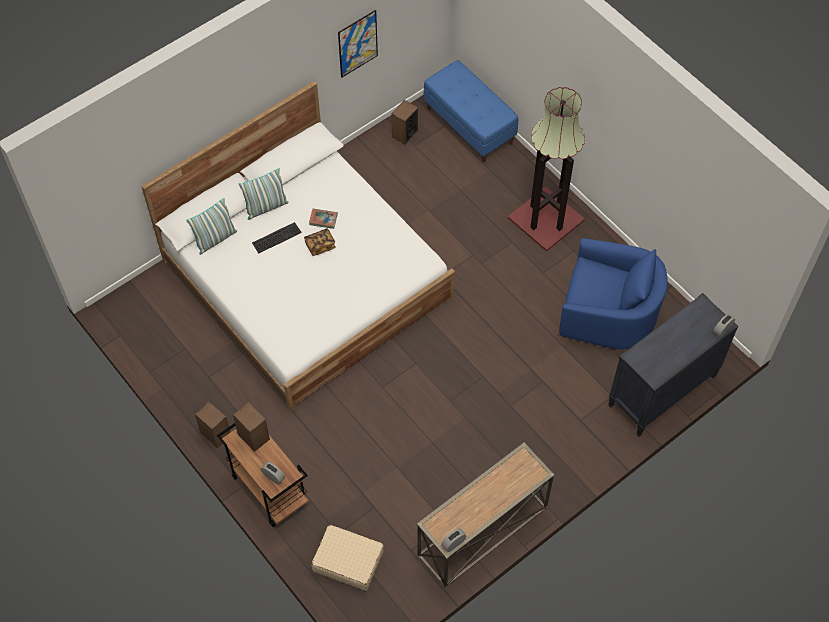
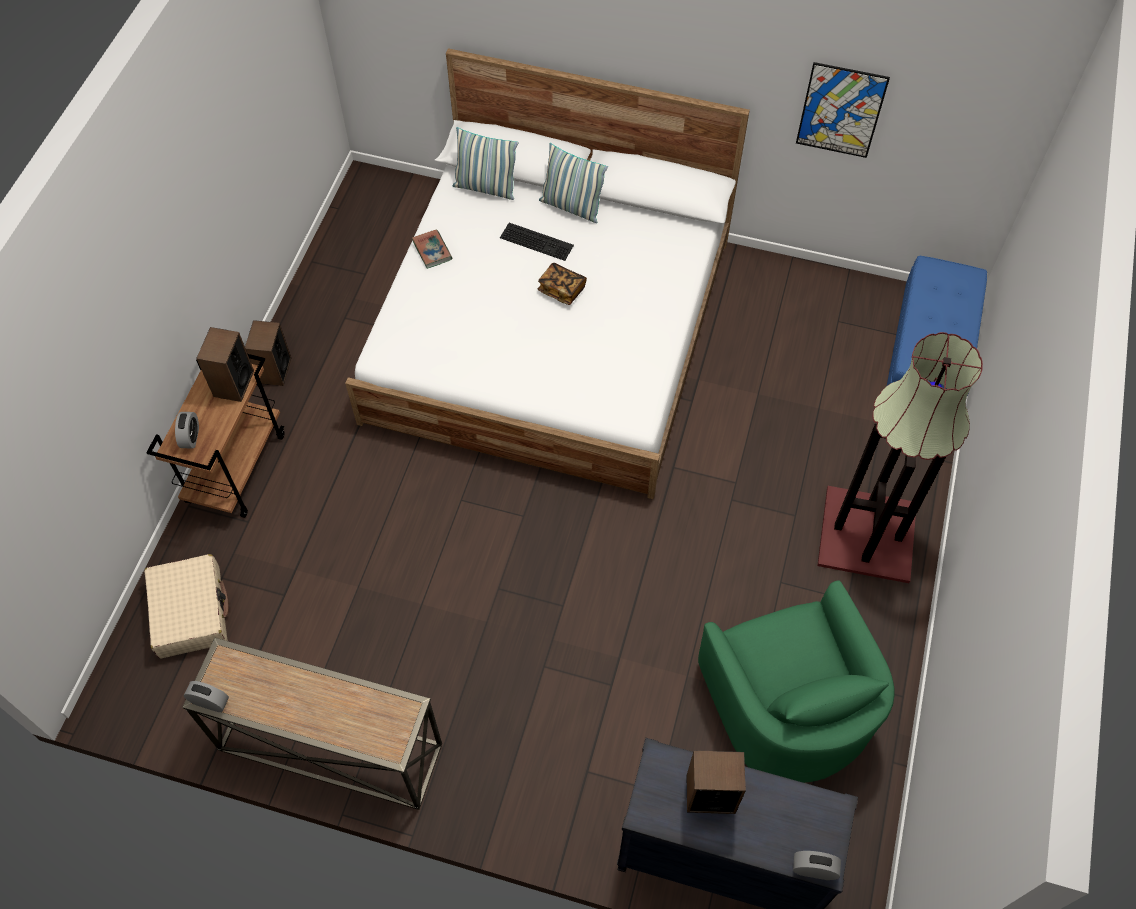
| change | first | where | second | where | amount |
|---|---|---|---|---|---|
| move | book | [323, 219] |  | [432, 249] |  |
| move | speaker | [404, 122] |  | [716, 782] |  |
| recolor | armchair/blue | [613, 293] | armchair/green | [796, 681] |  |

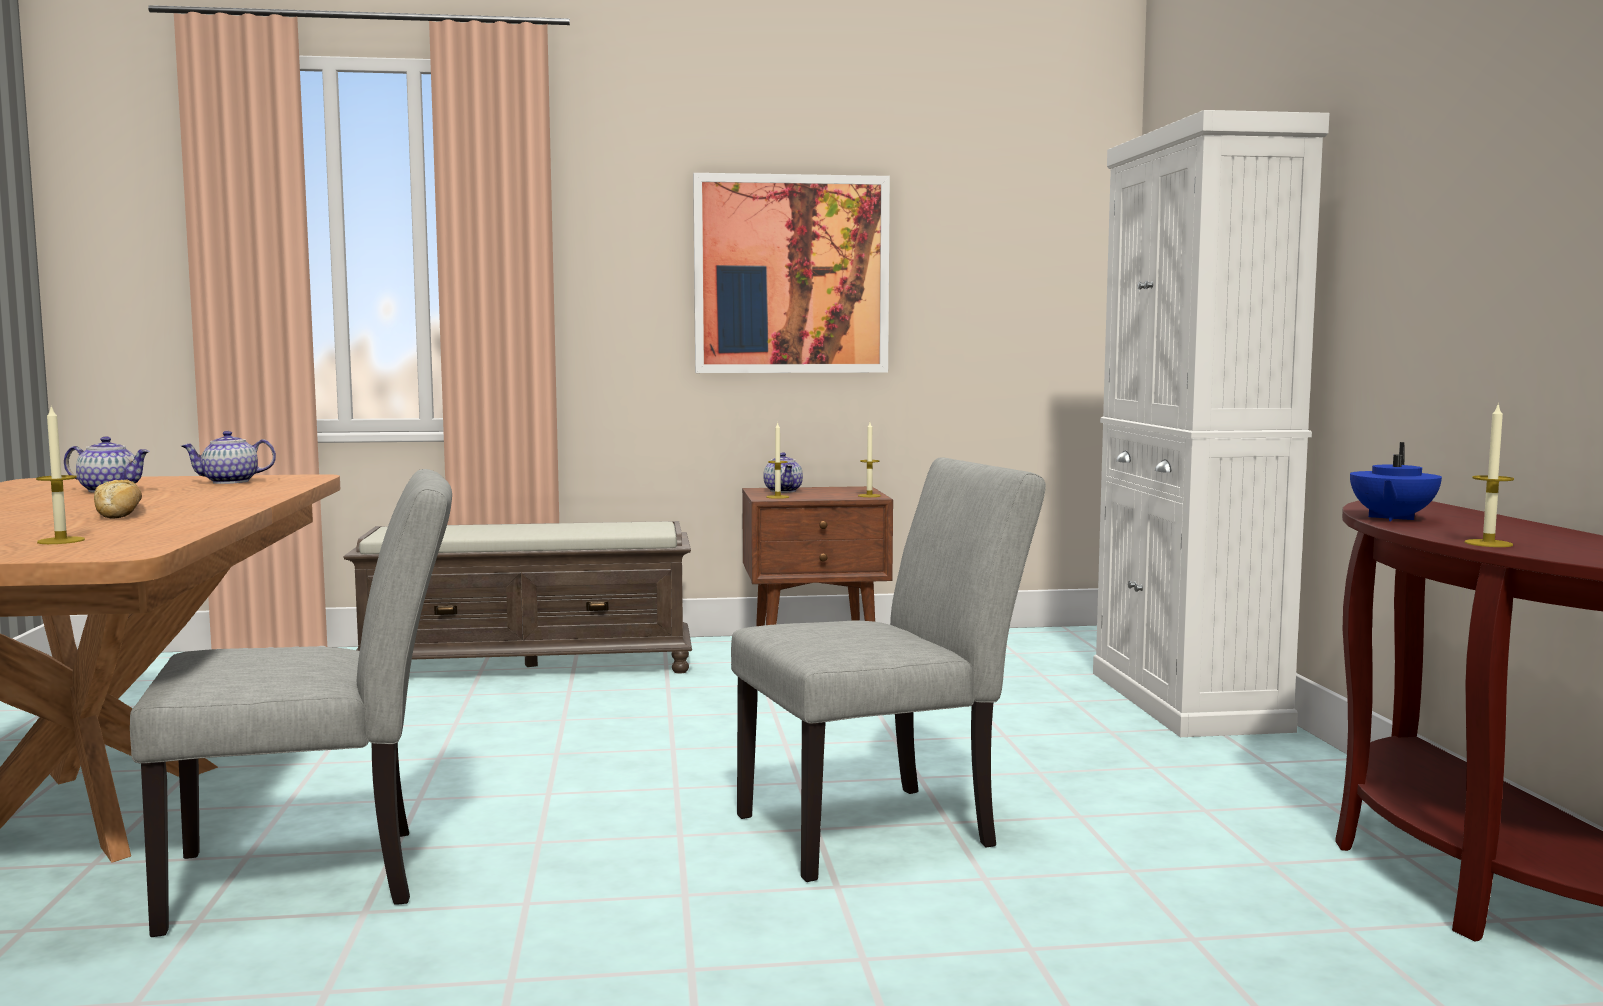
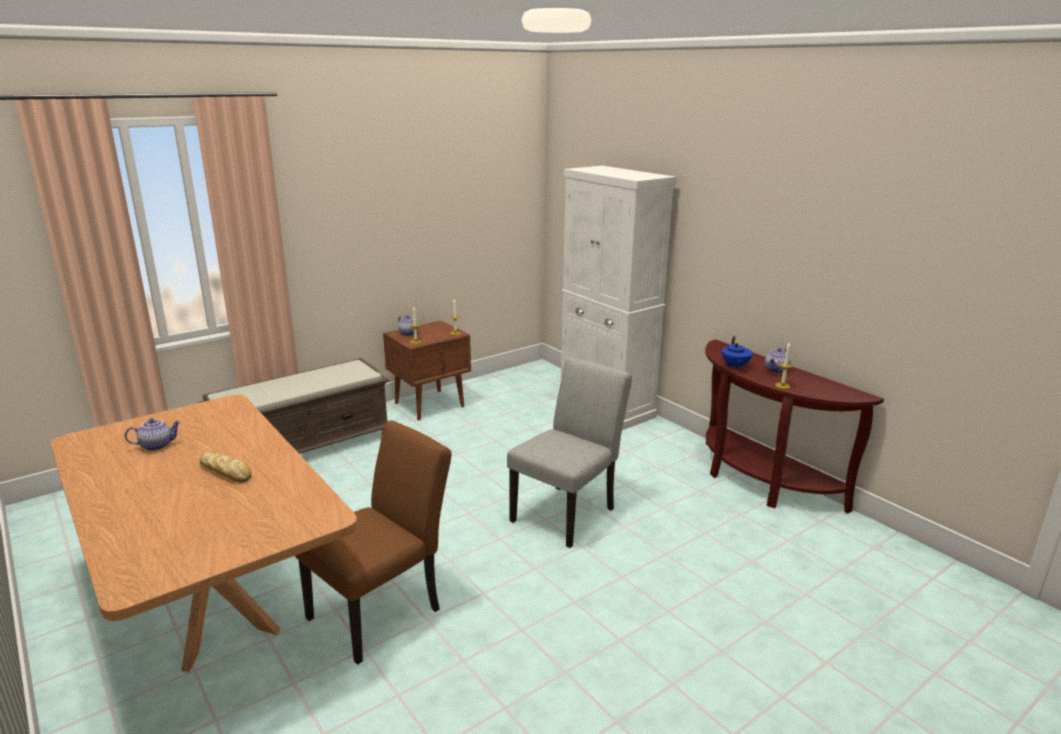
| change | first | where | second | where | amount |
|---|---|---|---|---|---|
| delete | candle | [60, 475] |  |  |  |
| recolor | chair/grey | [291, 703] | chair/brown | [373, 542] |  |
| move | teapot | [228, 457] |  | [778, 361] |  |
| delete | picture | [791, 273] |  |  |  |

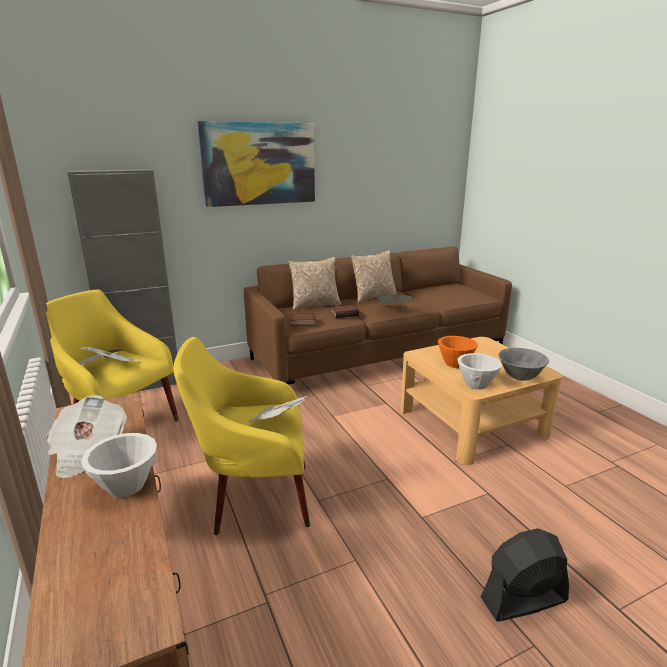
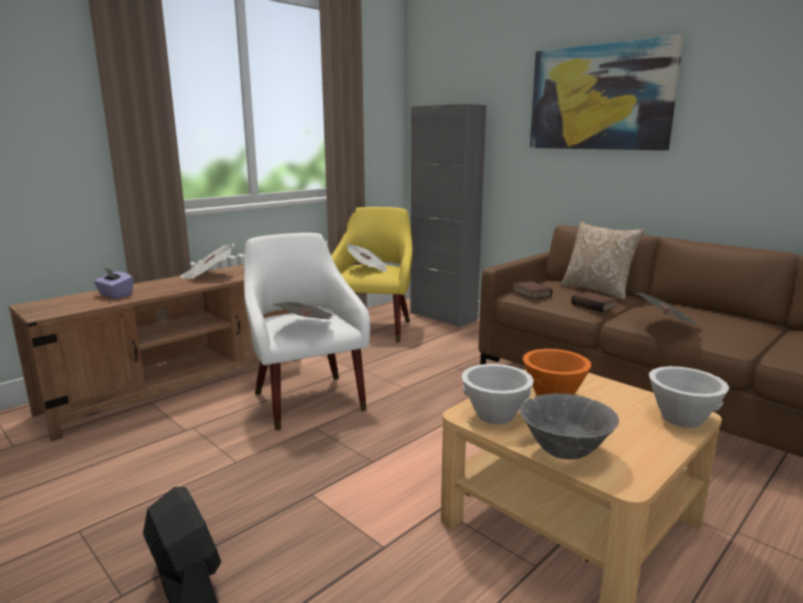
| change | first | where | second | where | amount |
|---|---|---|---|---|---|
| move | bowl/white | [119, 465] |  | [689, 397] |  |
| recolor | armchair/yellow | [241, 436] | armchair/white | [307, 331] |  |
| delete | pillow | [374, 276] |  |  |  |
| insert |  |  | tissue box/purple | [113, 283] |  |

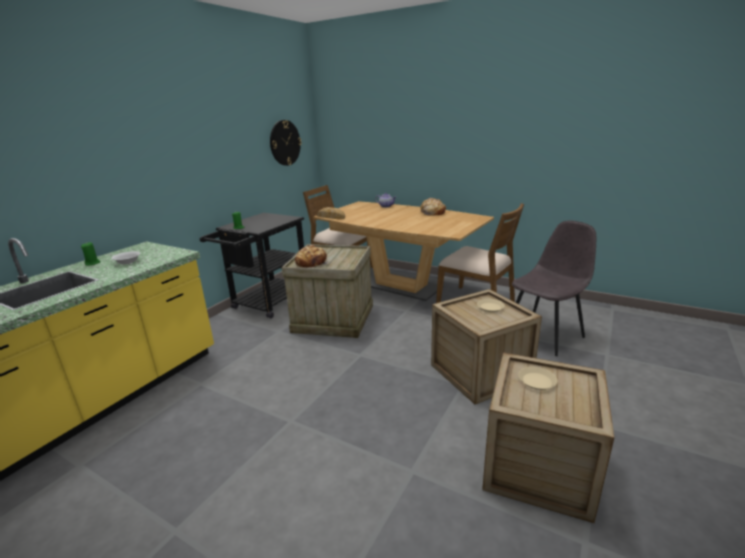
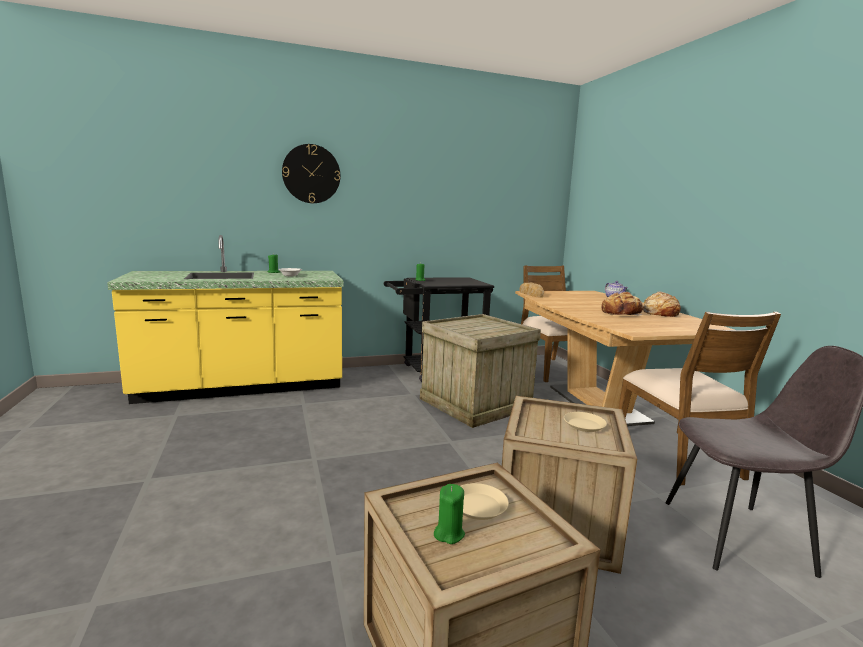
| change | first | where | second | where | amount |
|---|---|---|---|---|---|
| move | wall clock | [286, 143] |  | [311, 173] |  |
| move | bread | [312, 256] |  | [622, 304] |  |
| insert |  |  | candle/green | [449, 514] |  |

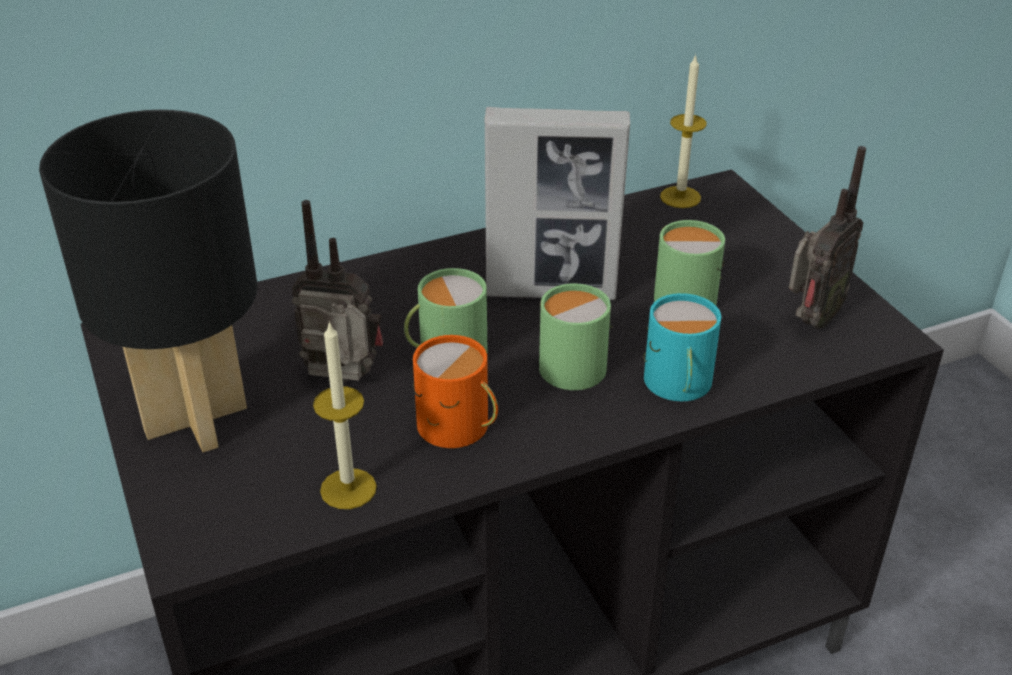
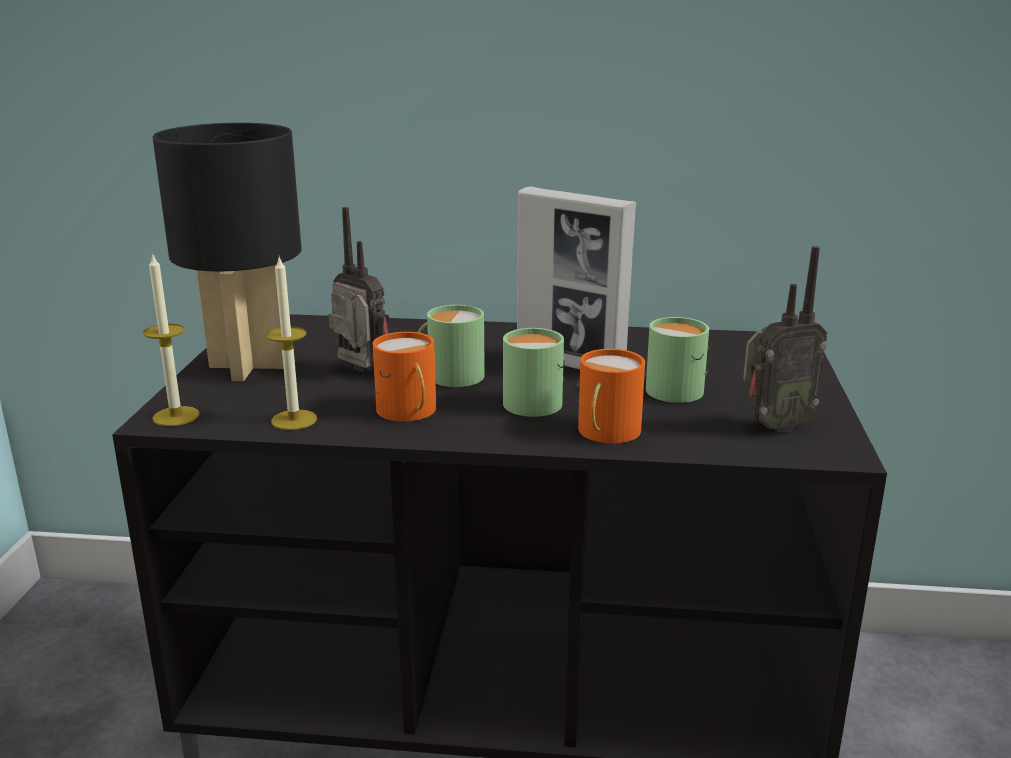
| change | first | where | second | where | amount |
|---|---|---|---|---|---|
| recolor | mug/turquoise | [682, 347] | mug/orange | [611, 396] |  |
| move | candle | [683, 131] |  | [171, 339] |  |

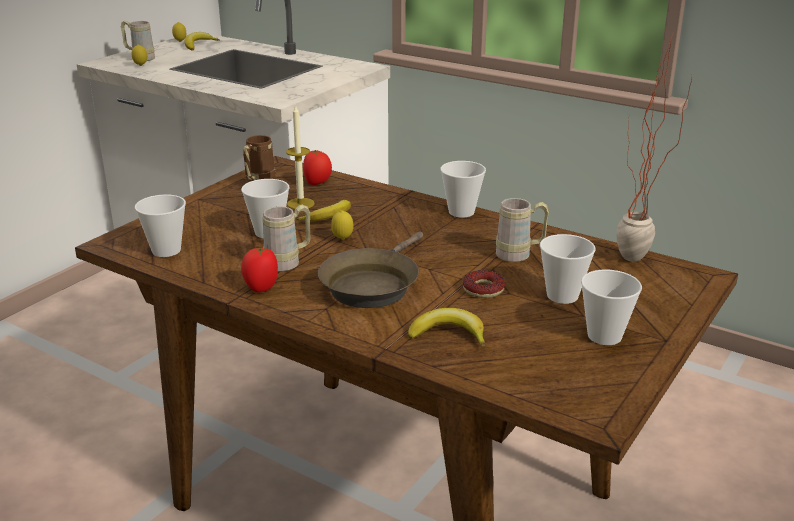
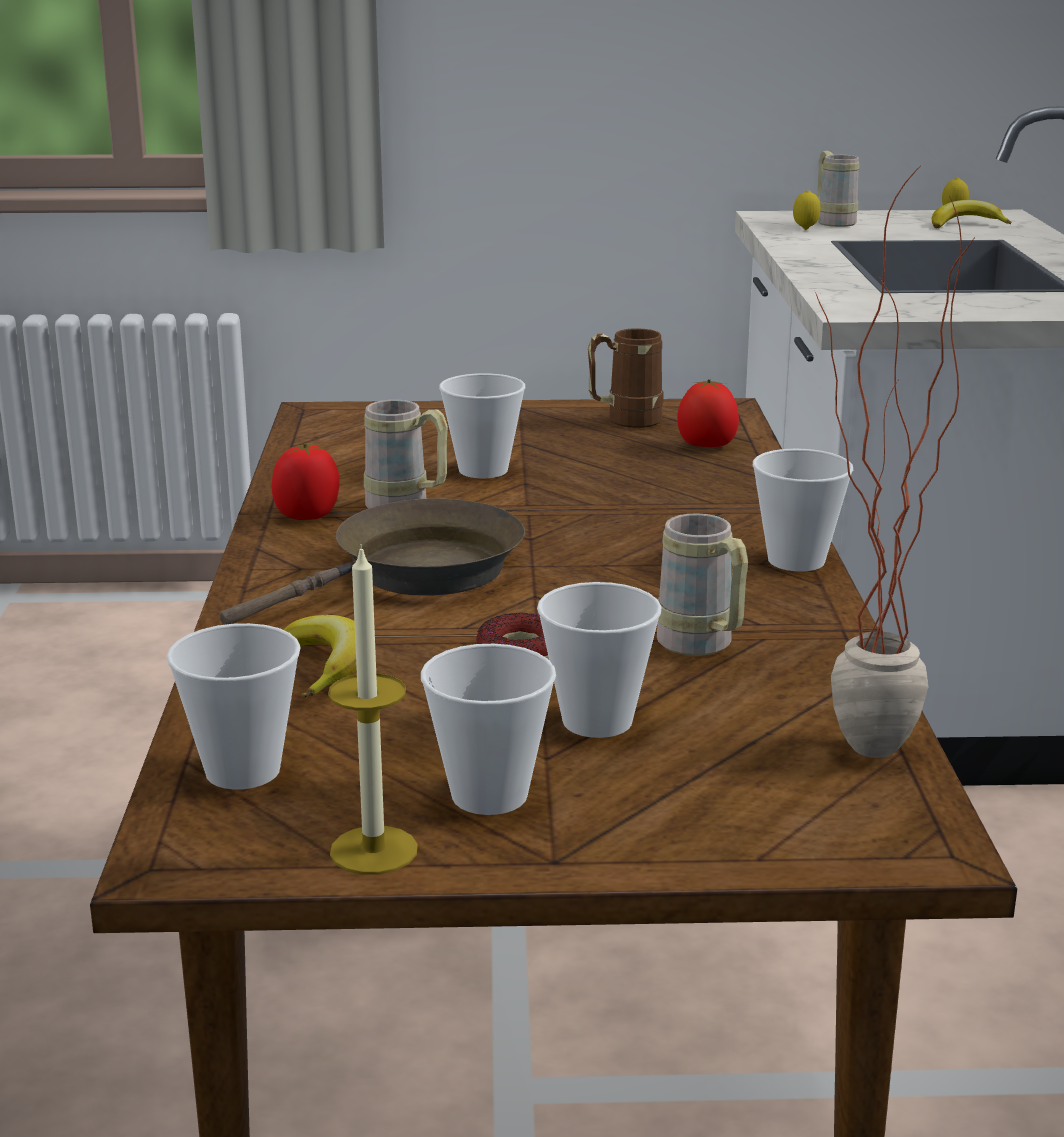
| change | first | where | second | where | amount |
|---|---|---|---|---|---|
| move | cup | [160, 225] |  | [234, 706] |  |
| move | candle | [300, 156] |  | [373, 709] |  |
| delete | banana | [323, 210] |  |  |  |
| rotate | frying pan/brown | [370, 269] |  | [372, 561] | 150 degrees clockwise |
| delete | lemon | [342, 225] |  |  |  |

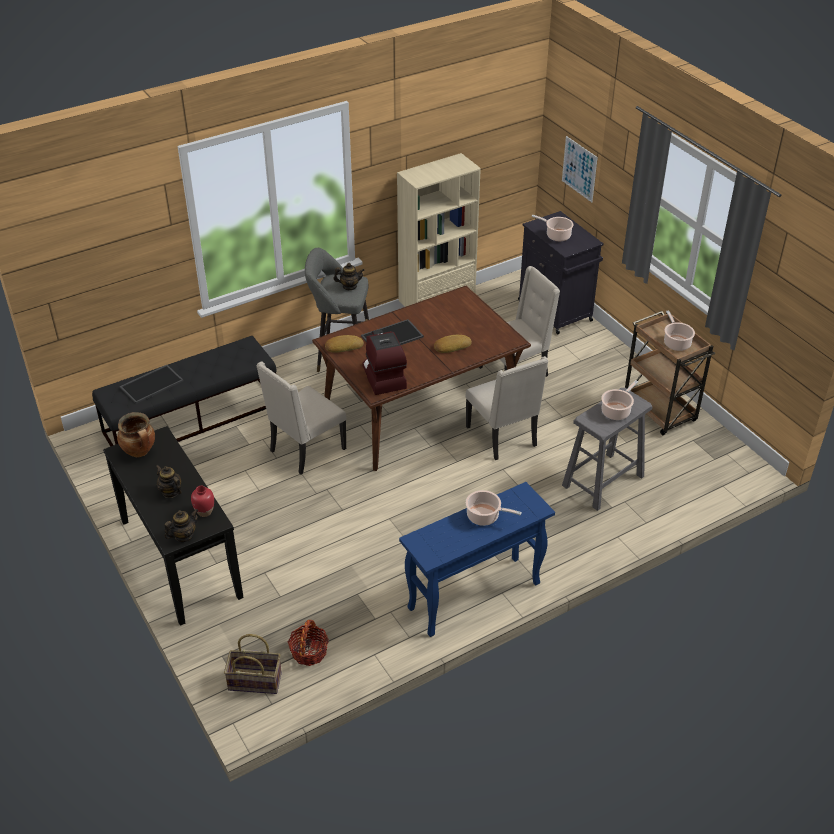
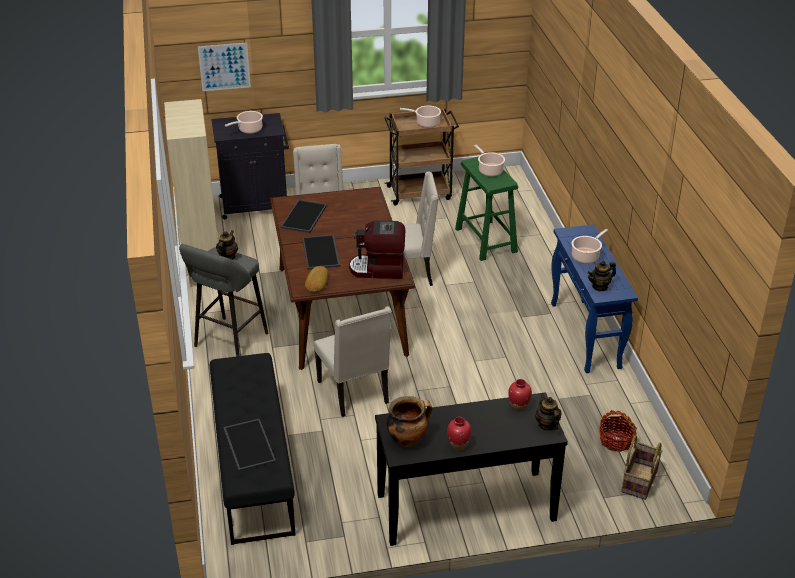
| change | first | where | second | where | amount |
|---|---|---|---|---|---|
| move | teapot | [169, 481] |  | [601, 276] |  |
| delete | bread | [453, 344] |  |  |  |
| recolor | stool/grey | [607, 449] | stool/green | [486, 209] |  |
| insert |  |  | tray | [304, 216] |  |
| insert |  |  | vase/red | [459, 433] |  |

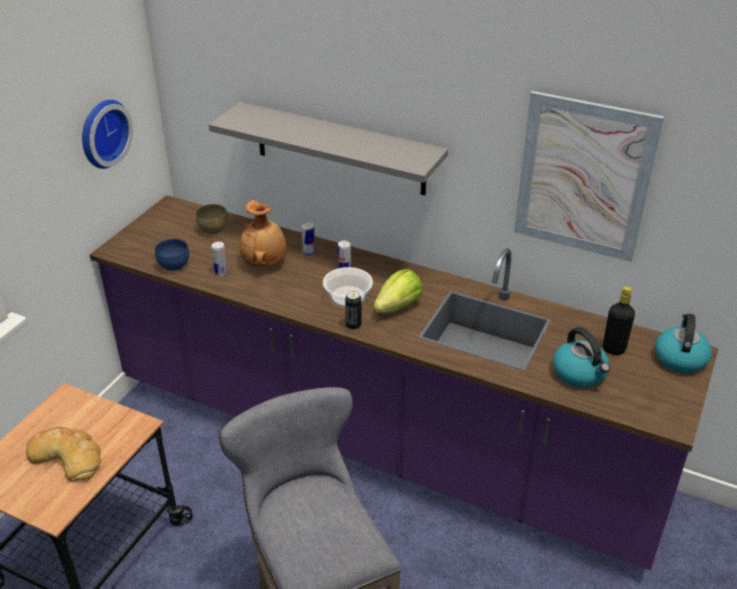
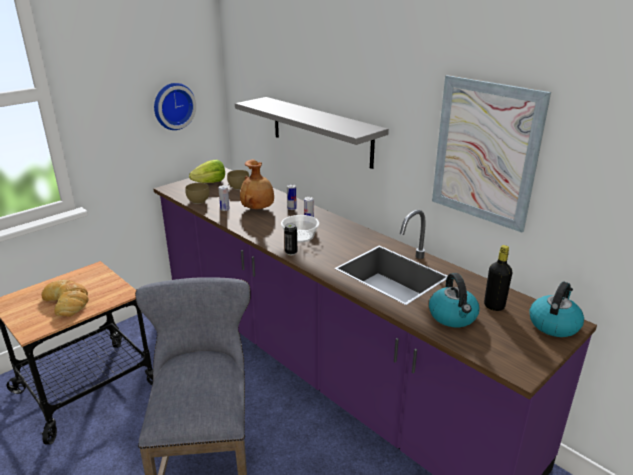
| change | first | where | second | where | amount |
|---|---|---|---|---|---|
| recolor | bowl/blue | [172, 255] | bowl/brown | [197, 193] |  |
| move | lettuce | [398, 291] |  | [207, 171] |  |

